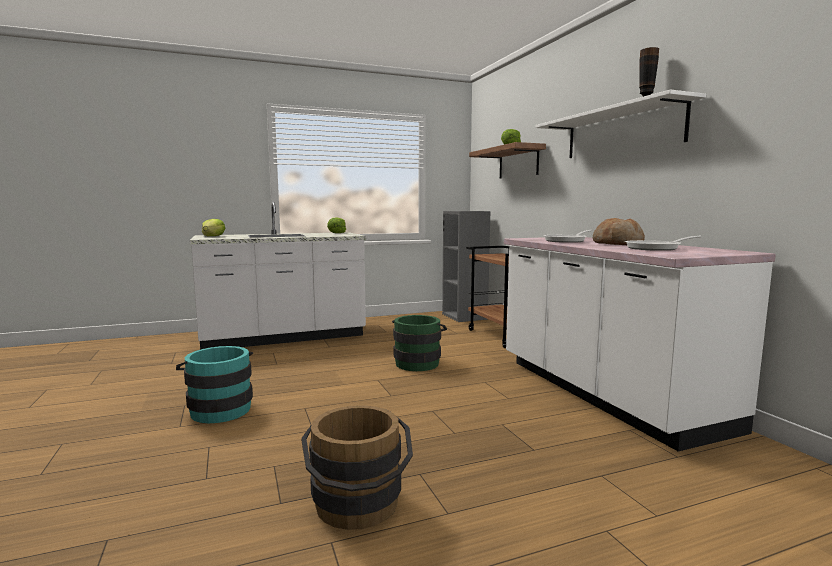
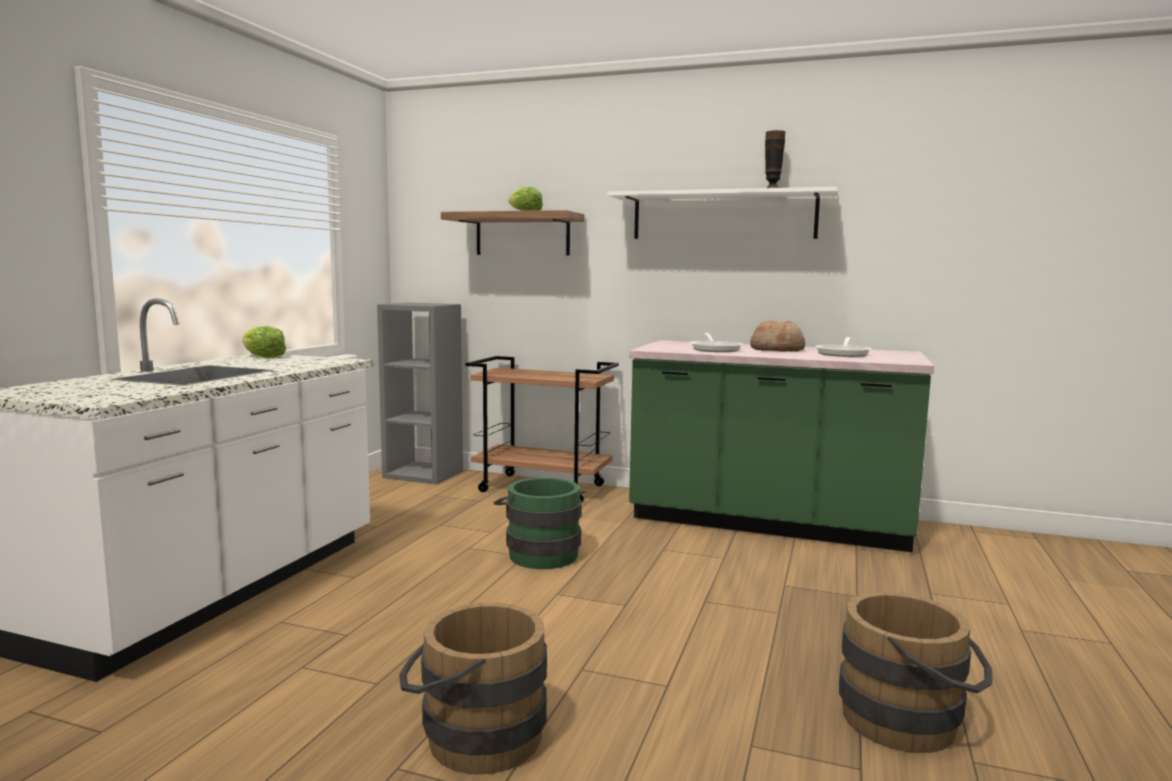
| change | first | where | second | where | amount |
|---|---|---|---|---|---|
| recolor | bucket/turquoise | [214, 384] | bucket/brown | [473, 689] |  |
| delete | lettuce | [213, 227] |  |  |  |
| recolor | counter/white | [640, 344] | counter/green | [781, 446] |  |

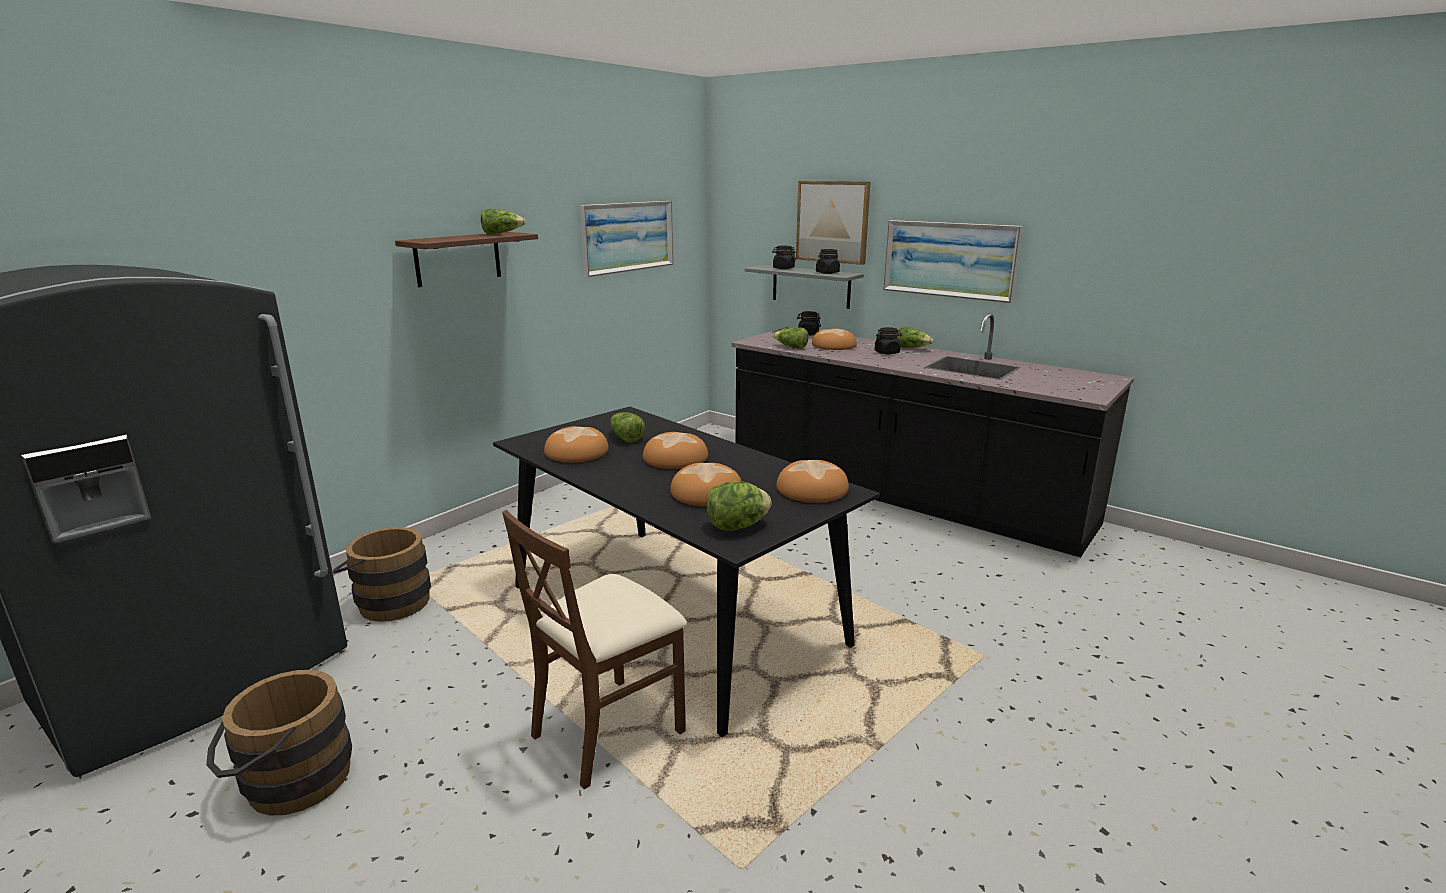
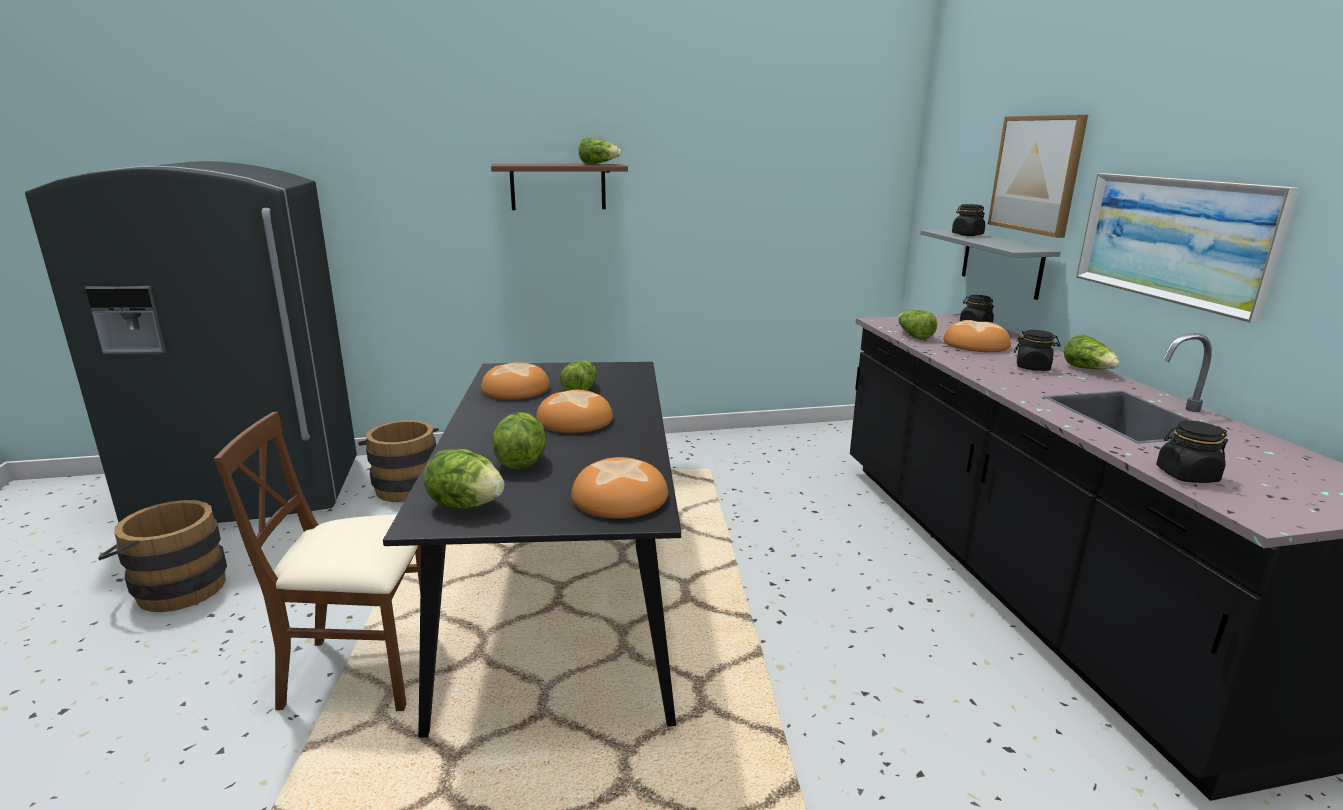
| change | first | where | second | where | amount |
|---|---|---|---|---|---|
| delete | picture | [626, 239] |  |  |  |
| replace | bread | [706, 484] | lettuce | [519, 440] |  |
| move | jar/black | [828, 261] |  | [1192, 452] |  |

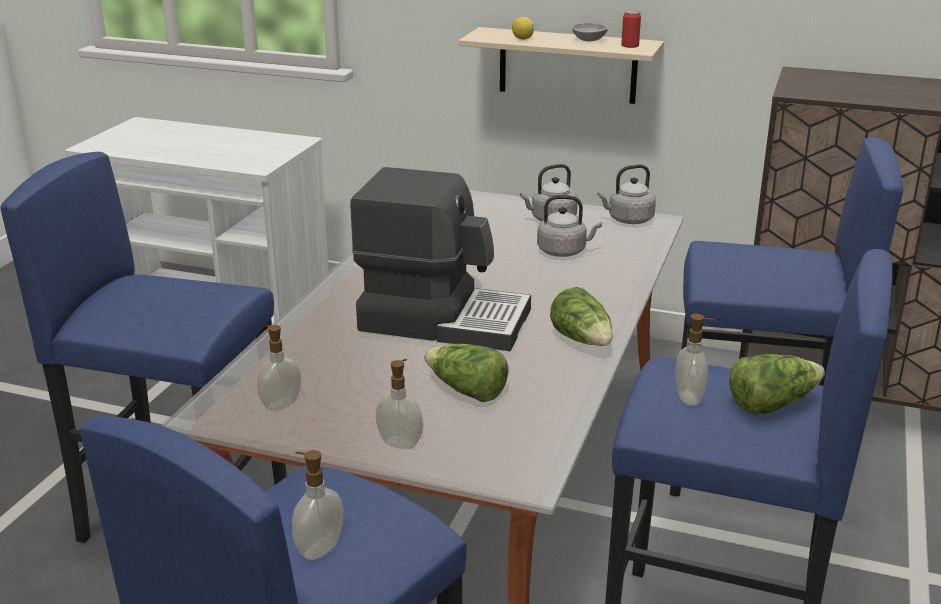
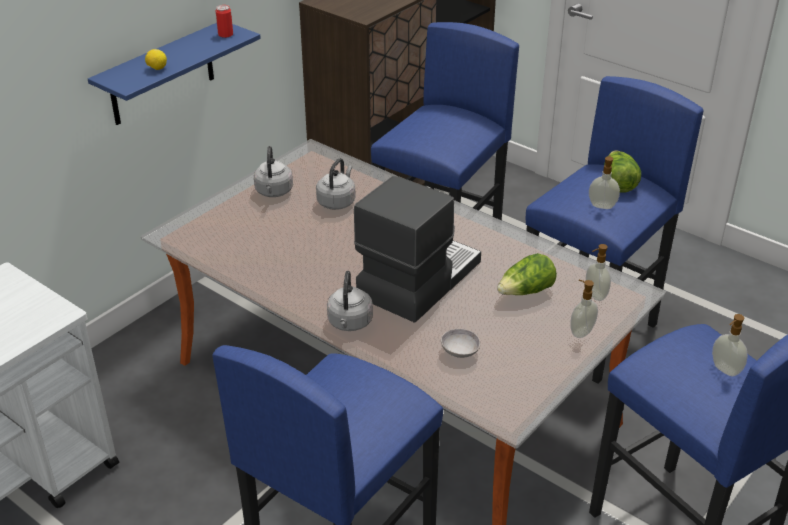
| change | first | where | second | where | amount |
|---|---|---|---|---|---|
| move | soap dispenser | [279, 368] |  | [598, 272] |  |
| recolor | shelf/beige | [561, 65] | shelf/blue | [174, 74] |  |
| delete | lettuce | [581, 316] |  |  |  |
| move | bowl/grey | [590, 32] |  | [461, 343] |  |
| move | kettle/grey | [626, 194] |  | [350, 301] |  |

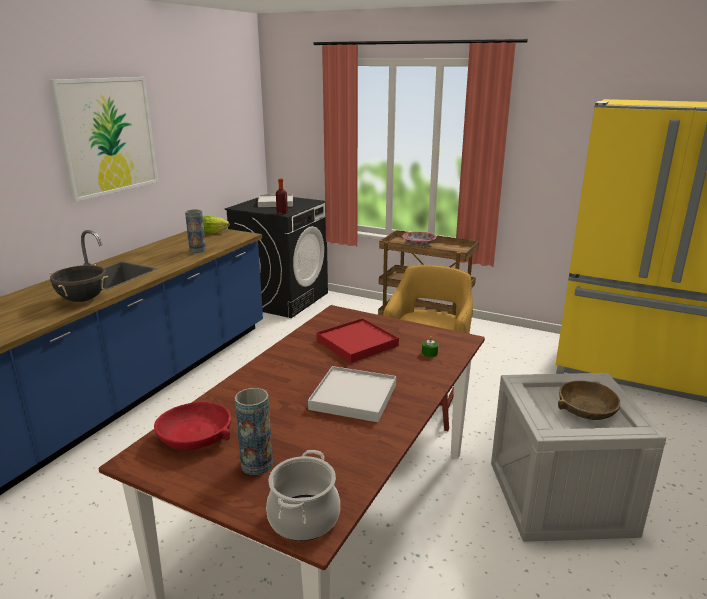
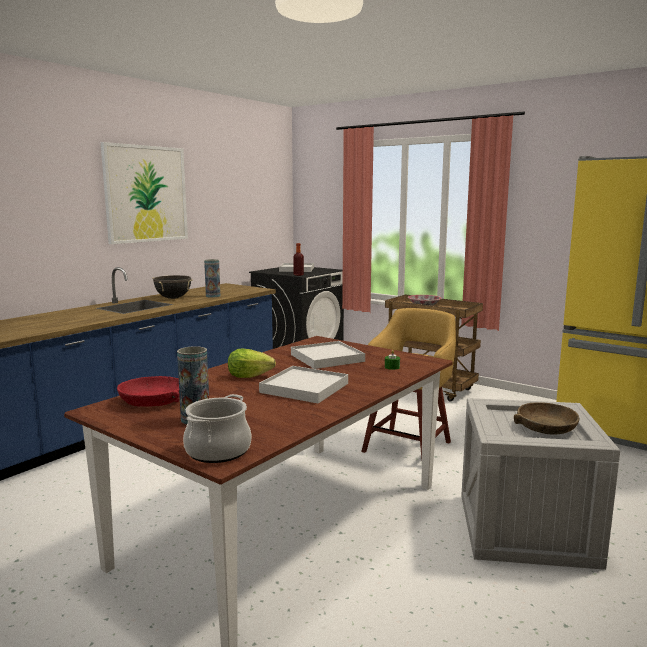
| change | first | where | second | where | amount |
|---|---|---|---|---|---|
| move | cooking pot/black | [78, 283] |  | [173, 287] |  |
| move | lettuce | [216, 225] |  | [252, 363] |  |
| recolor | tray/red | [357, 340] | tray/white | [328, 355] |  |

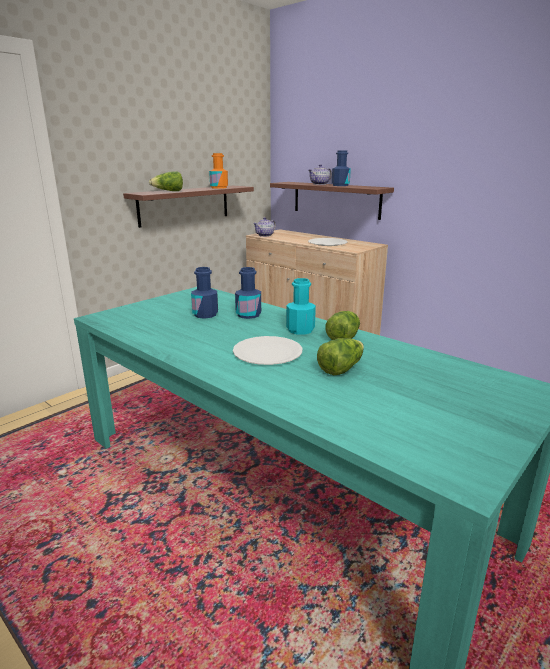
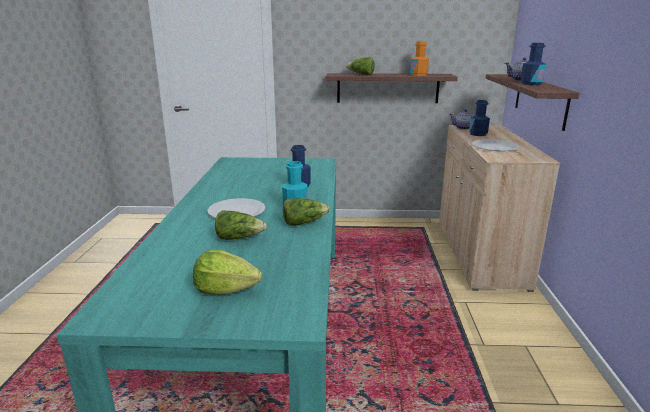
| change | first | where | second | where | amount |
|---|---|---|---|---|---|
| move | bottle/blue | [204, 293] |  | [479, 118] |  |
| insert |  |  | lettuce | [227, 272] |  |

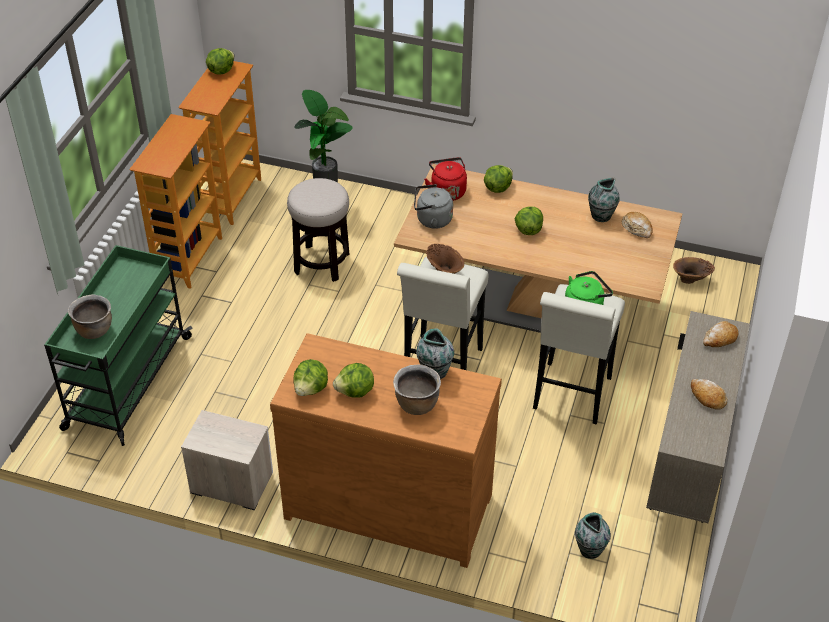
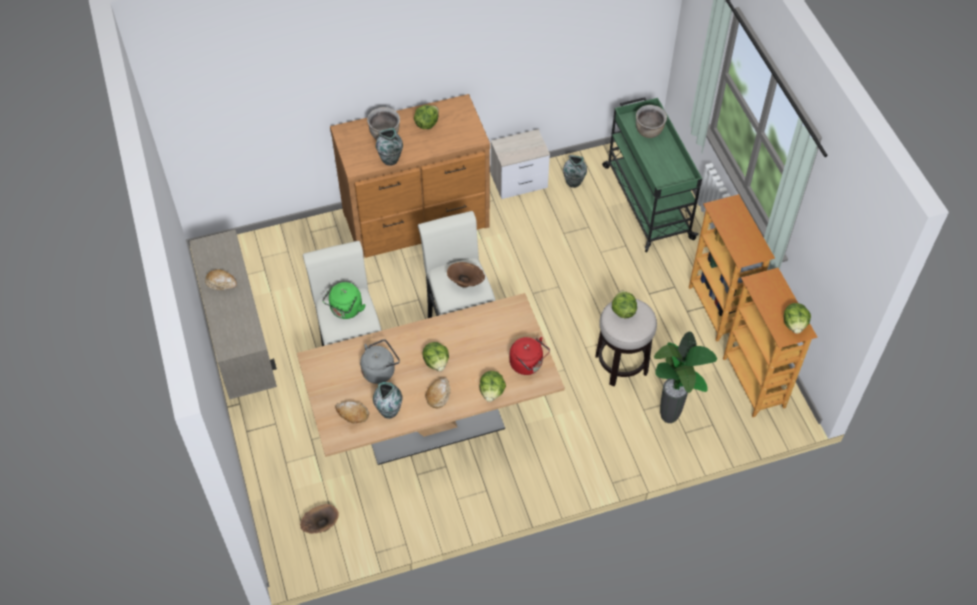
| change | first | where | second | where | amount |
|---|---|---|---|---|---|
| move | lettuce | [310, 377] |  | [624, 304] |  |
| move | kettle/grey | [433, 206] |  | [380, 361] |  |
| move | vase | [593, 535] |  | [575, 171] |  |
| move | bread | [721, 334] |  | [438, 393] |  |

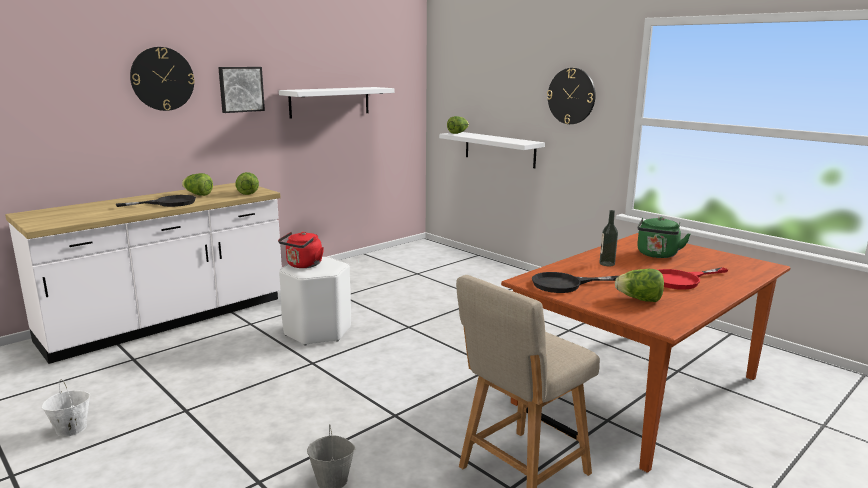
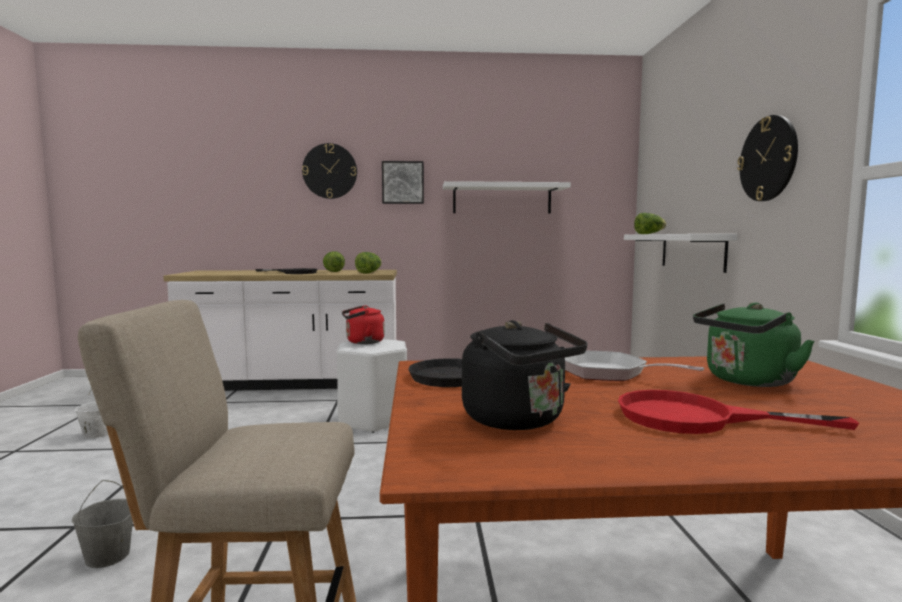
| change | first | where | second | where | amount |
|---|---|---|---|---|---|
| replace | bottle | [608, 238] | frying pan | [634, 366] |  |
| replace | lettuce | [639, 285] | kettle/black | [524, 375] |  |

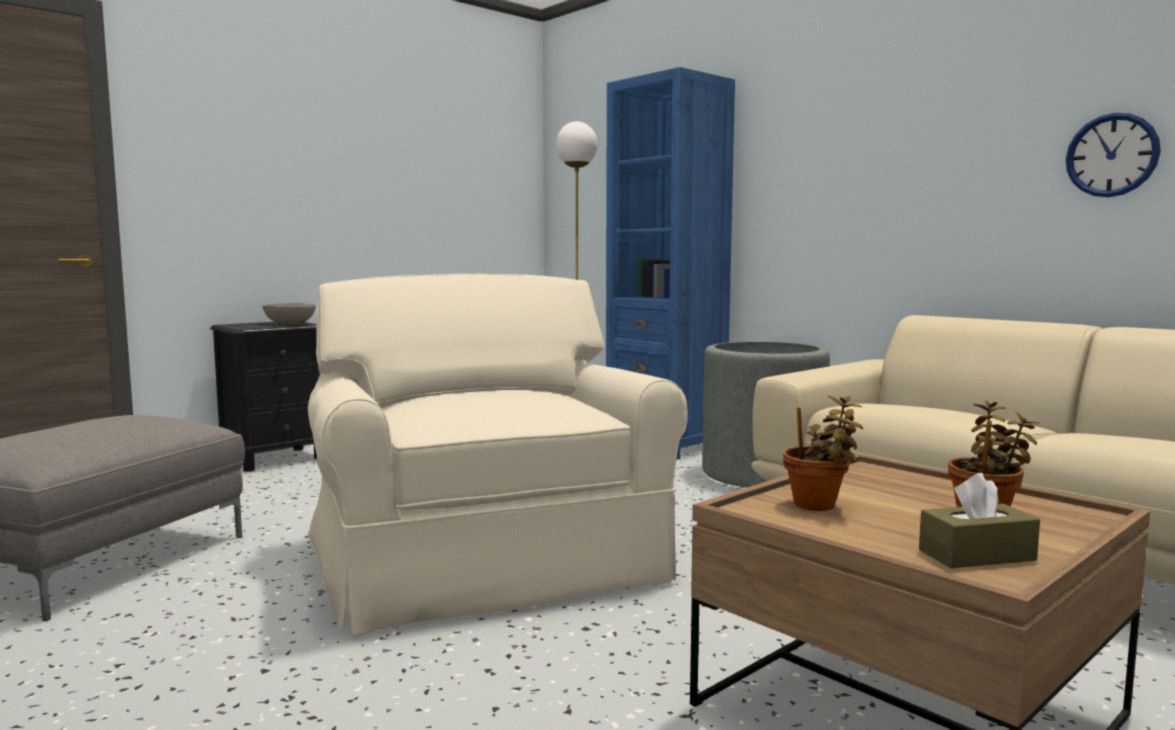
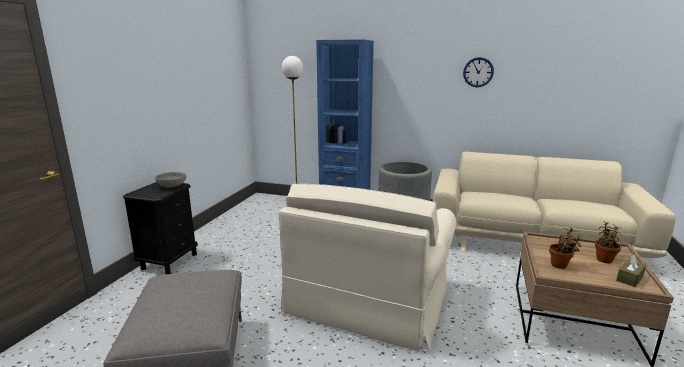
| change | first | where | second | where | amount |
|---|---|---|---|---|---|
| rotate | armchair/beige | [498, 455] |  | [367, 268] | 105 degrees counterclockwise |
| move | wall clock | [1113, 155] |  | [478, 72] |  |

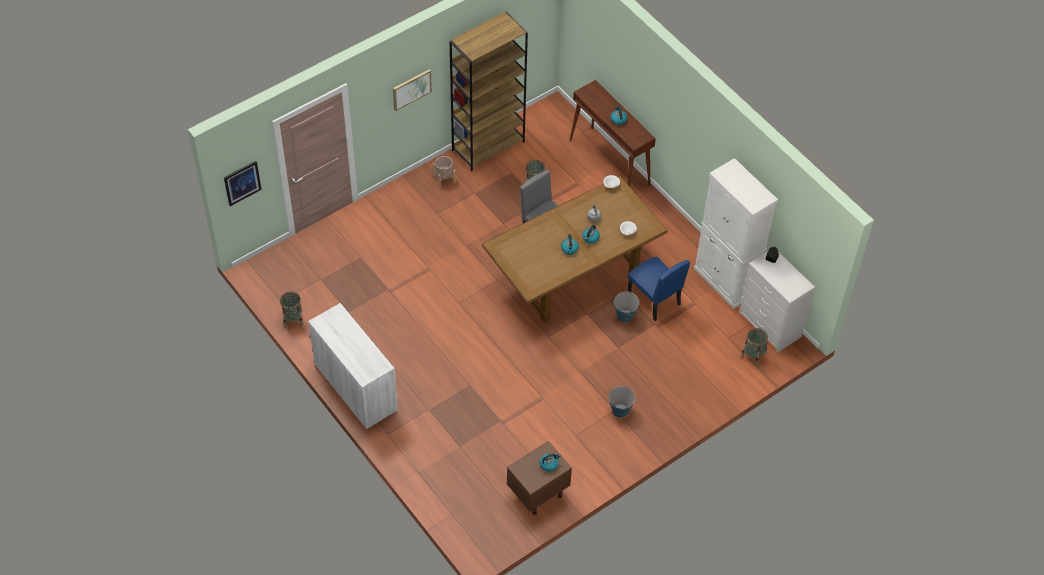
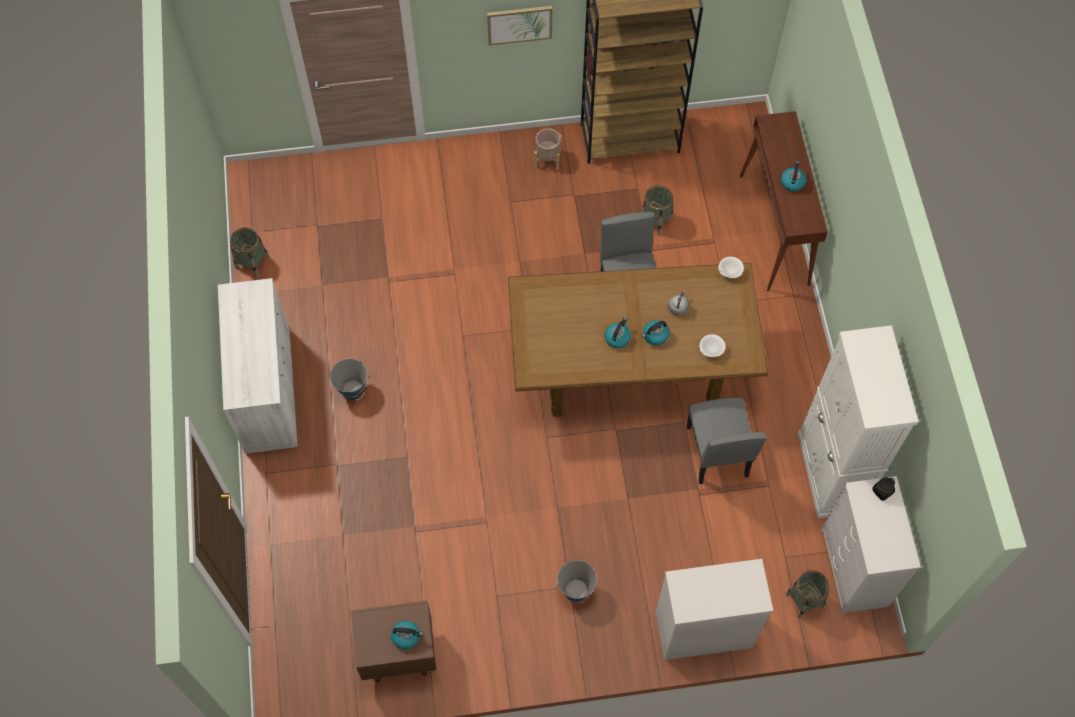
| change | first | where | second | where | amount |
|---|---|---|---|---|---|
| delete | picture | [242, 183] |  |  |  |
| move | bucket | [626, 306] |  | [349, 379] |  |
| recolor | chair/blue | [659, 288] | chair/grey | [726, 441] |  |
| insert |  |  | dresser/white | [714, 609] |  |

